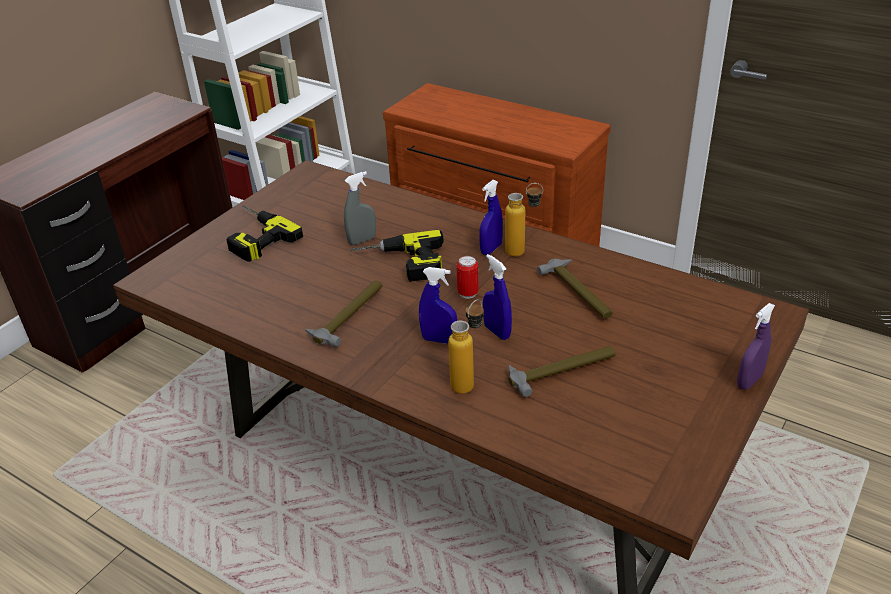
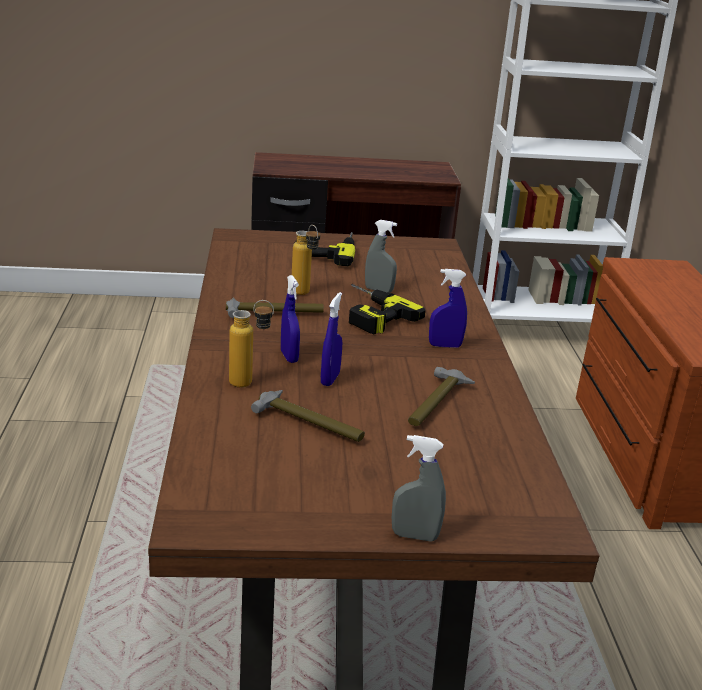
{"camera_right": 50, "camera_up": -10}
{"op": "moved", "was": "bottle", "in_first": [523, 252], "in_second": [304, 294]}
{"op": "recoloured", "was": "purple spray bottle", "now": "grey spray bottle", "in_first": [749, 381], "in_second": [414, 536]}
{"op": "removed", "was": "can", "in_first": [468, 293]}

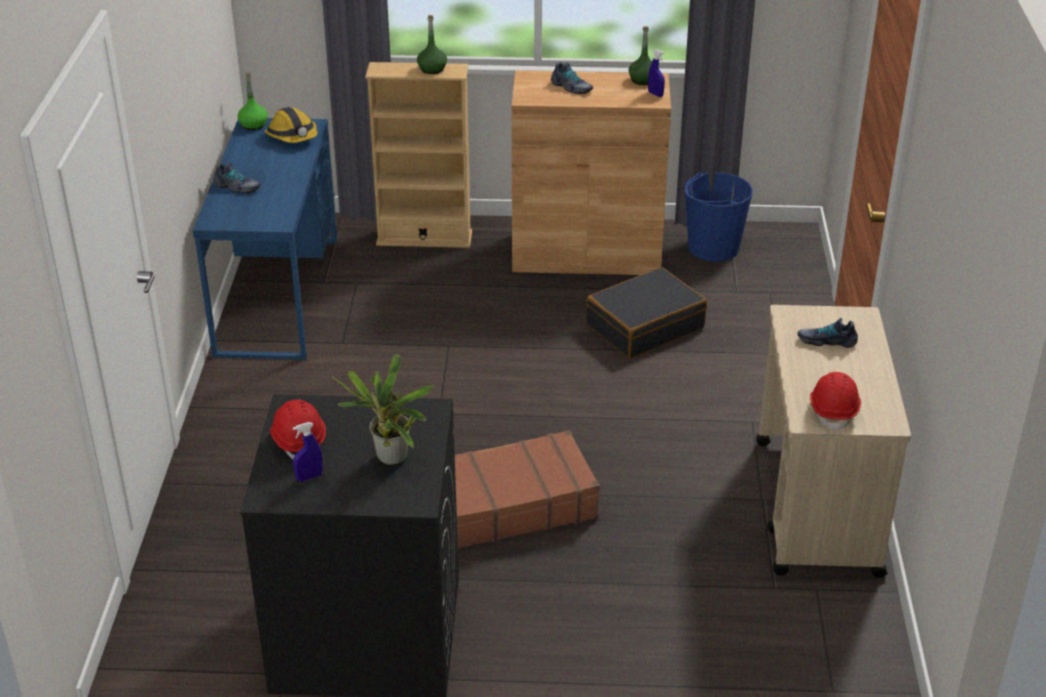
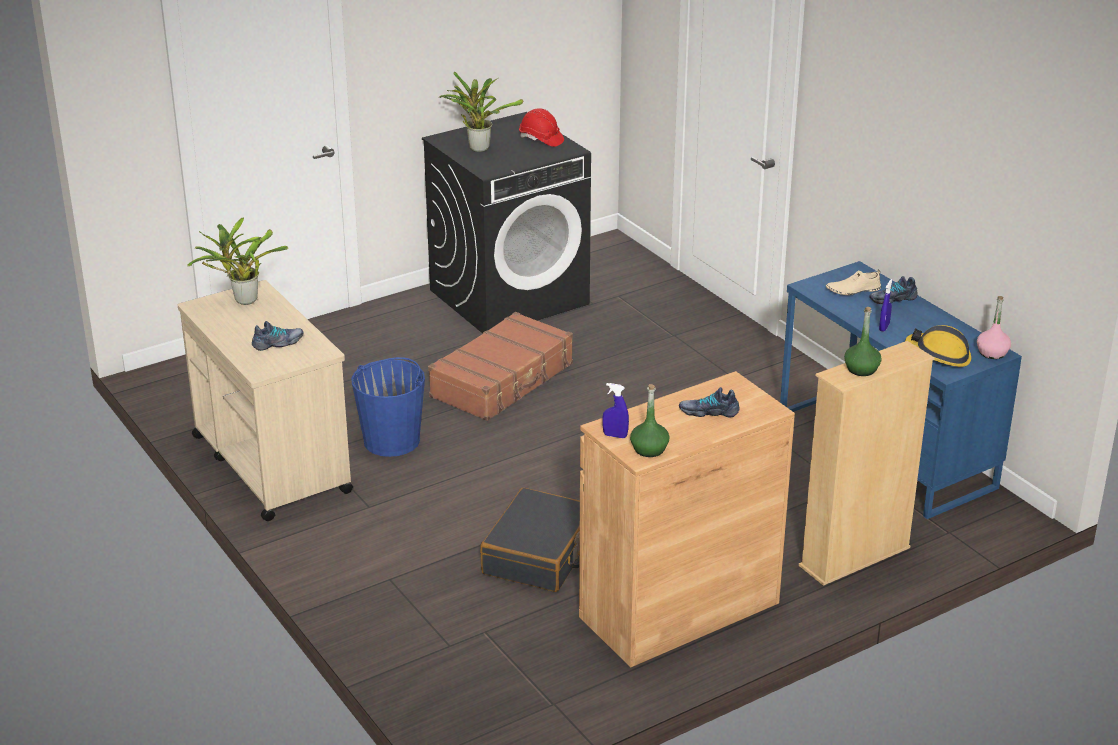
{"camera_right": 145, "camera_up": -5}
{"op": "replaced", "was": "red hard hat", "now": "potted plant", "in_first": [833, 410], "in_second": [242, 300]}
{"op": "moved", "was": "blue bucket", "in_first": [713, 247], "in_second": [392, 440]}
{"op": "added", "now": "beige shoe", "in_second": [853, 290]}
{"op": "moved", "was": "blue spray bottle", "in_first": [309, 477], "in_second": [884, 327]}
{"op": "recoloured", "was": "green bottle", "now": "pink bottle", "in_first": [253, 125], "in_second": [992, 353]}

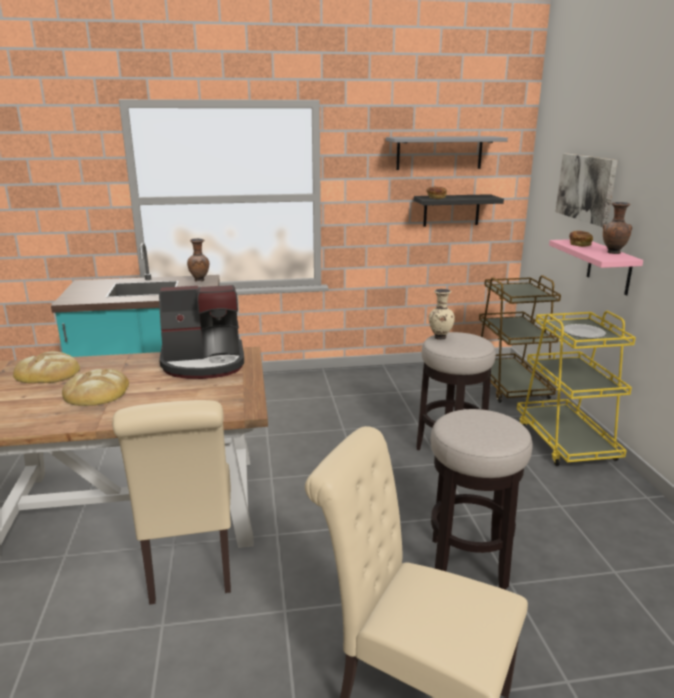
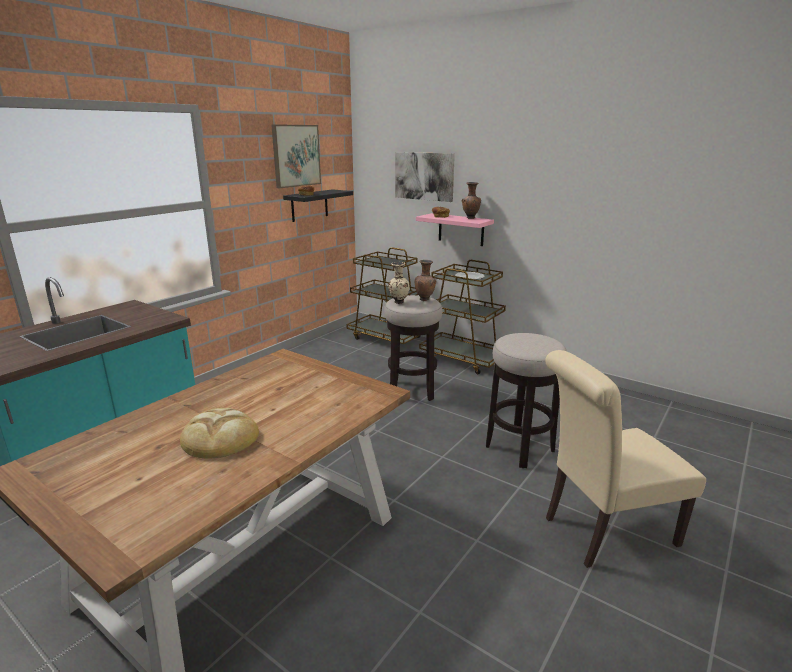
{"camera_right": -45, "camera_up": 0}
{"op": "replaced", "was": "grey shelf", "now": "picture", "in_first": [439, 153], "in_second": [296, 155]}
{"op": "moved", "was": "brown vase", "in_first": [200, 280], "in_second": [425, 299]}
{"op": "recoloured", "was": "yellow cart", "now": "brown cart", "in_first": [565, 442], "in_second": [463, 359]}
{"op": "removed", "was": "bread", "in_first": [48, 373]}
{"op": "removed", "was": "beige chair", "in_first": [191, 564]}
{"op": "removed", "was": "coffee machine", "in_first": [204, 363]}

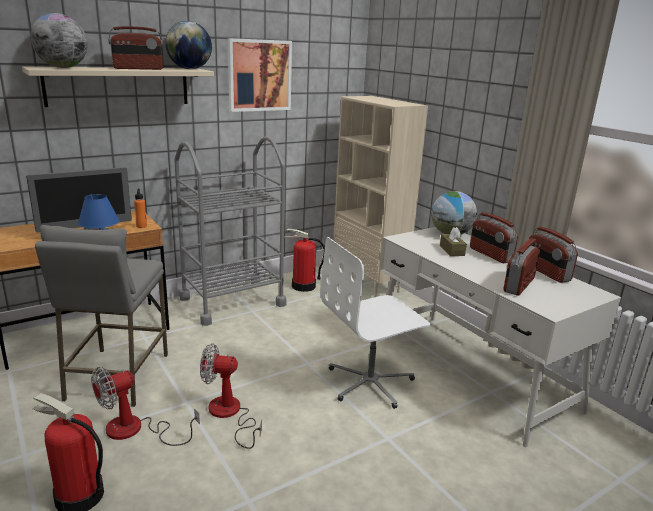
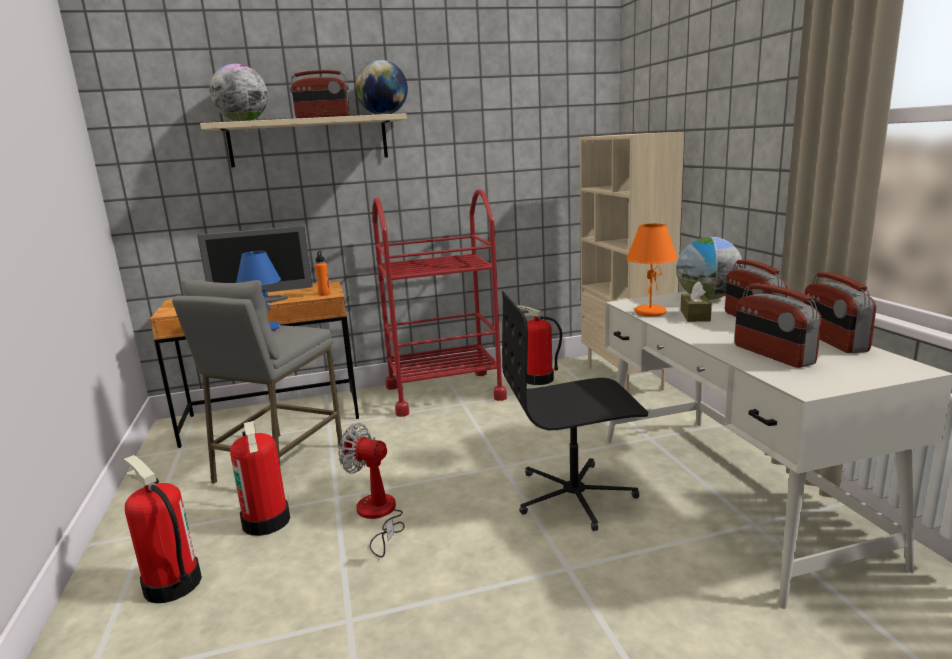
{"camera_right": 20, "camera_up": -5}
{"op": "replaced", "was": "fan", "now": "fire extinguisher", "in_first": [136, 430], "in_second": [267, 521]}
{"op": "recoloured", "was": "grey cart", "now": "red cart", "in_first": [232, 301], "in_second": [444, 392]}
{"op": "recoloured", "was": "white office chair", "now": "black office chair", "in_first": [370, 382], "in_second": [575, 495]}
{"op": "added", "now": "orange table lamp", "in_second": [650, 312]}
{"op": "turned", "was": "radio", "in_first": [518, 285], "in_second": [772, 355], "clockwise": -75}
{"op": "removed", "was": "picture", "in_first": [259, 75]}

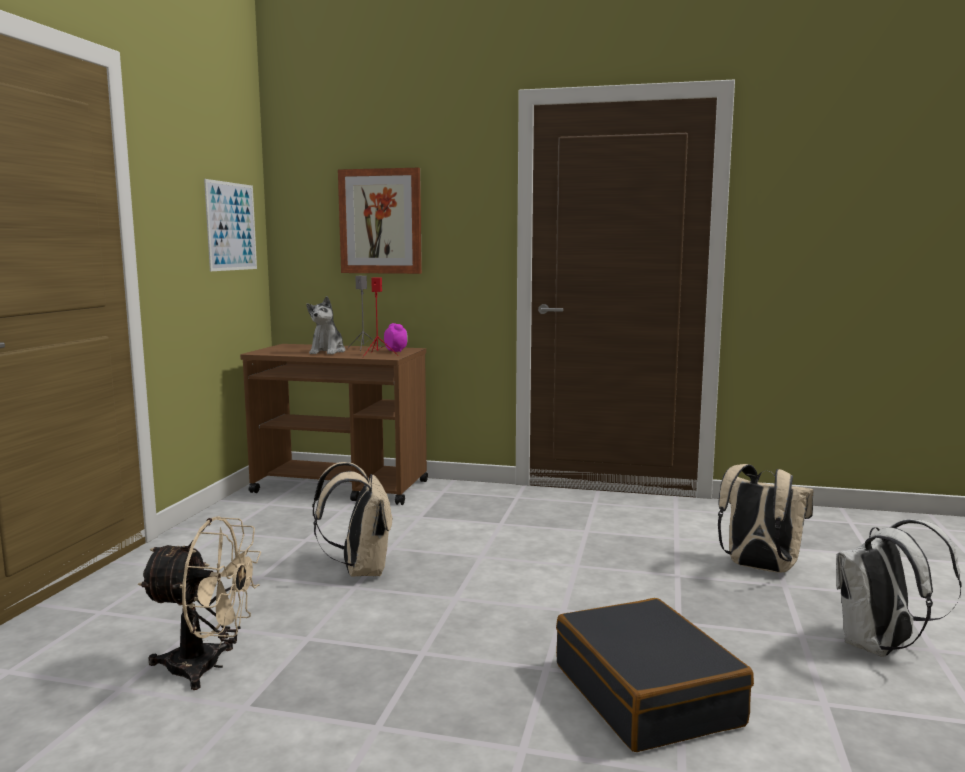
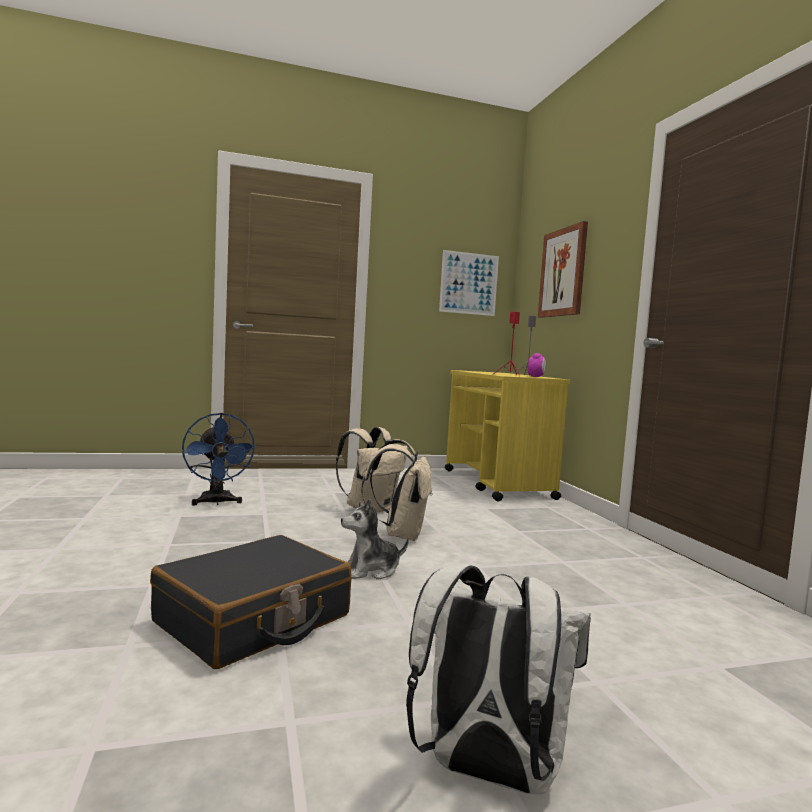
{"camera_right": 60, "camera_up": -5}
{"op": "recoloured", "was": "beige fan", "now": "blue fan", "in_first": [207, 667], "in_second": [216, 502]}
{"op": "moved", "was": "plush toy", "in_first": [327, 352], "in_second": [371, 570]}
{"op": "moved", "was": "beige backpack", "in_first": [758, 568], "in_second": [400, 534]}
{"op": "recoloured", "was": "brown cart", "now": "yellow cart", "in_first": [342, 487], "in_second": [497, 484]}

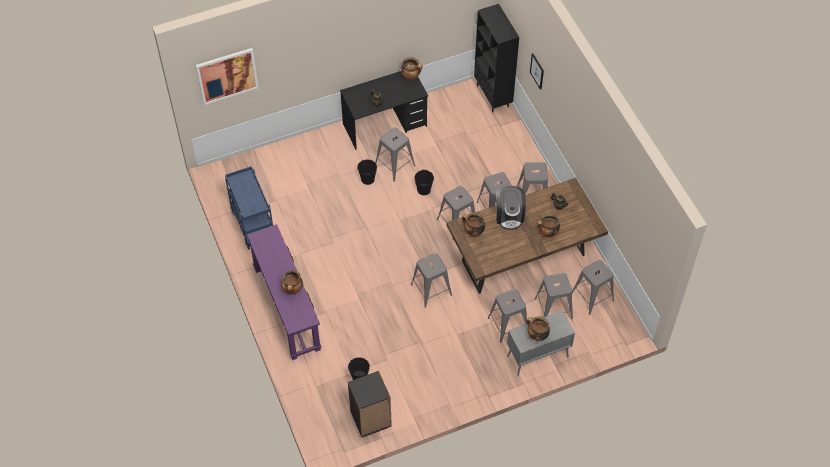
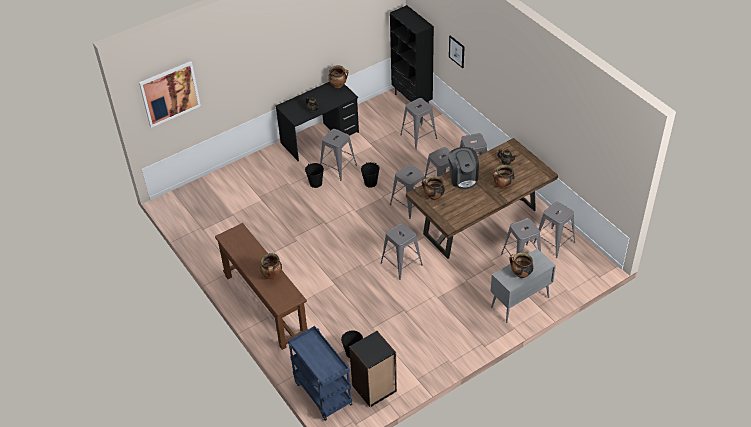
{"camera_right": -10, "camera_up": -10}
{"op": "recoloured", "was": "purple console table", "now": "brown console table", "in_first": [287, 308], "in_second": [265, 305]}
{"op": "moved", "was": "blue cart", "in_first": [252, 225], "in_second": [322, 393]}
{"op": "moved", "was": "grey stool", "in_first": [508, 325], "in_second": [418, 136]}

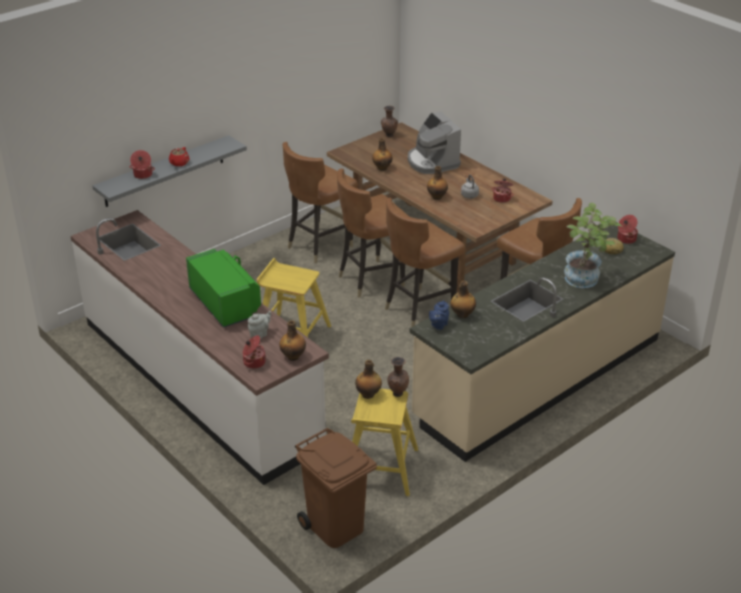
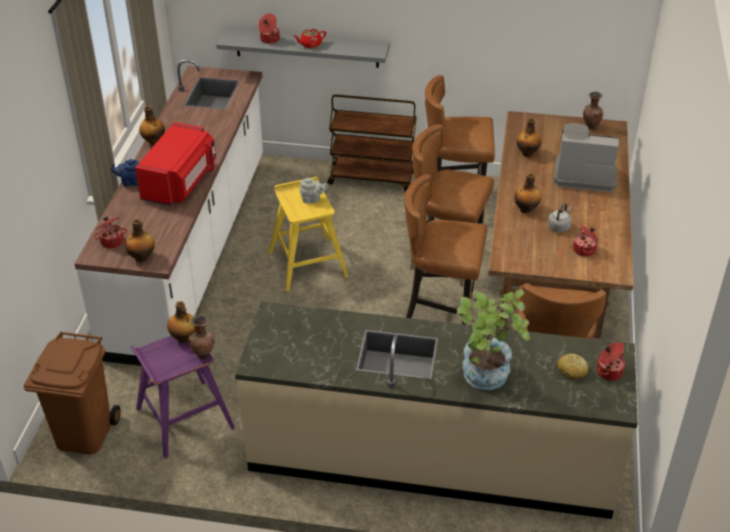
{"camera_right": 50, "camera_up": 5}
{"op": "moved", "was": "blue teapot", "in_first": [438, 325], "in_second": [130, 182]}
{"op": "recoloured", "was": "yellow stool", "now": "purple stool", "in_first": [379, 469], "in_second": [183, 418]}
{"op": "recoloured", "was": "green microwave", "now": "red microwave", "in_first": [226, 303], "in_second": [180, 183]}
{"op": "moved", "was": "bottle", "in_first": [462, 315], "in_second": [154, 141]}
{"op": "moved", "was": "grey teapot", "in_first": [260, 334], "in_second": [312, 200]}
{"op": "added", "now": "brown cart", "in_second": [372, 178]}
{"op": "turned", "was": "coffee machine", "in_first": [432, 162], "in_second": [583, 175], "clockwise": 75}

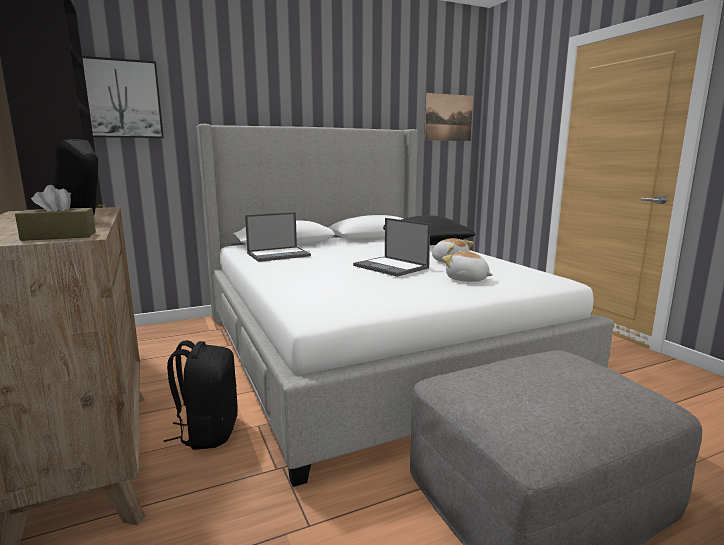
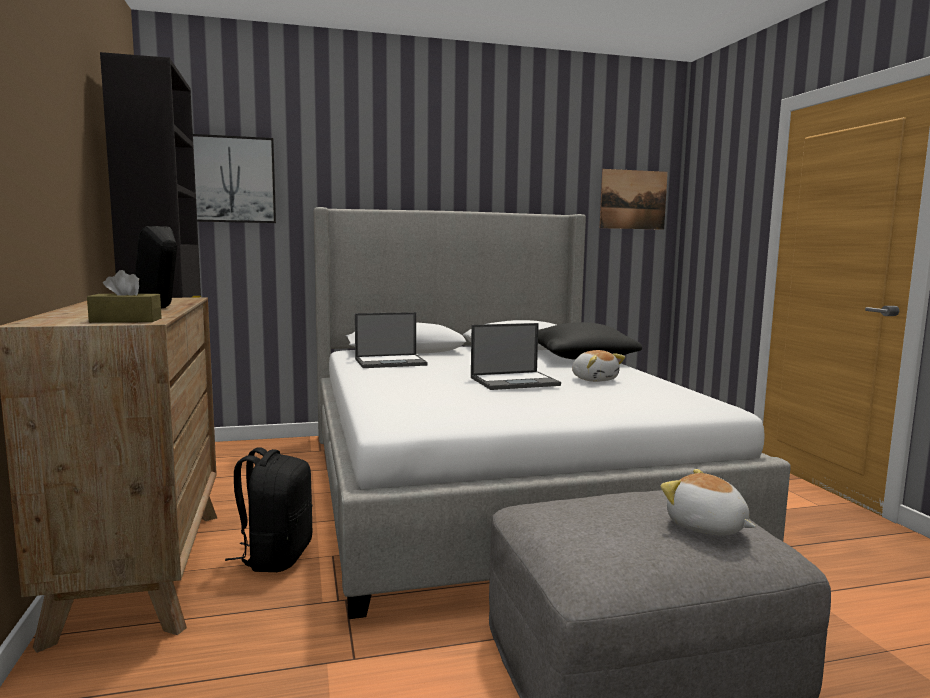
{"camera_right": 10, "camera_up": -5}
{"op": "turned", "was": "laptop", "in_first": [391, 267], "in_second": [515, 381], "clockwise": -75}
{"op": "moved", "was": "plush toy", "in_first": [466, 279], "in_second": [706, 527]}

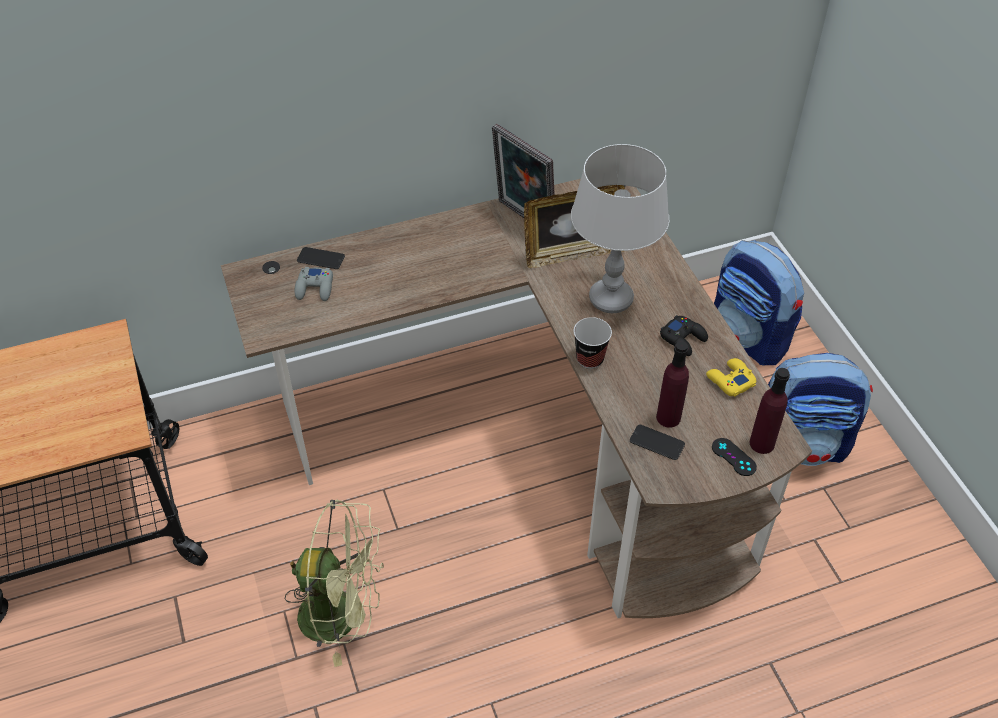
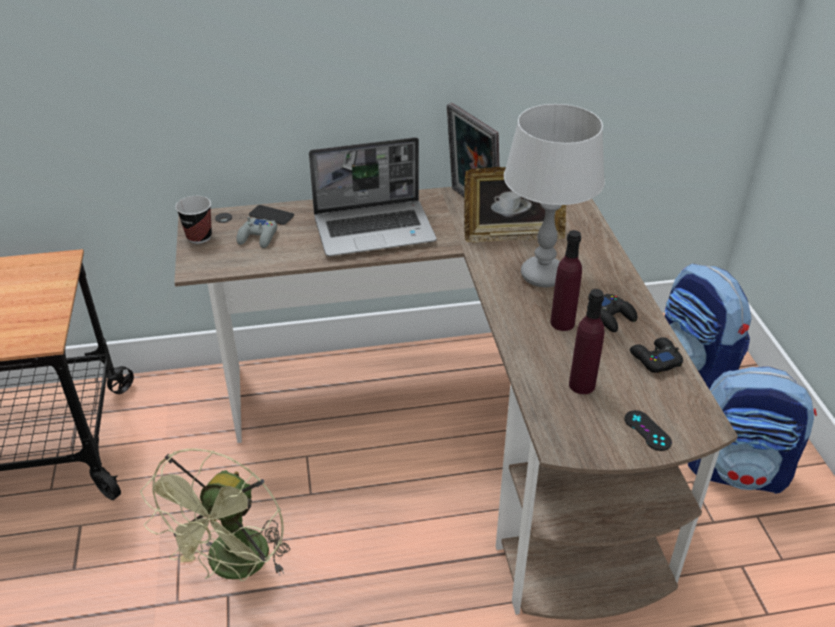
{"camera_right": 10, "camera_up": -10}
{"op": "turned", "was": "green fan", "in_first": [342, 615], "in_second": [234, 567], "clockwise": 90}
{"op": "moved", "was": "cup", "in_first": [590, 359], "in_second": [199, 237]}
{"op": "added", "now": "laptop", "in_second": [375, 229]}
{"op": "moved", "was": "purple bottle", "in_first": [761, 443], "in_second": [562, 323]}
{"op": "recoloured", "was": "yellow game controller", "now": "black game controller", "in_first": [730, 380], "in_second": [655, 359]}
{"op": "removed", "was": "phone", "in_first": [657, 443]}

